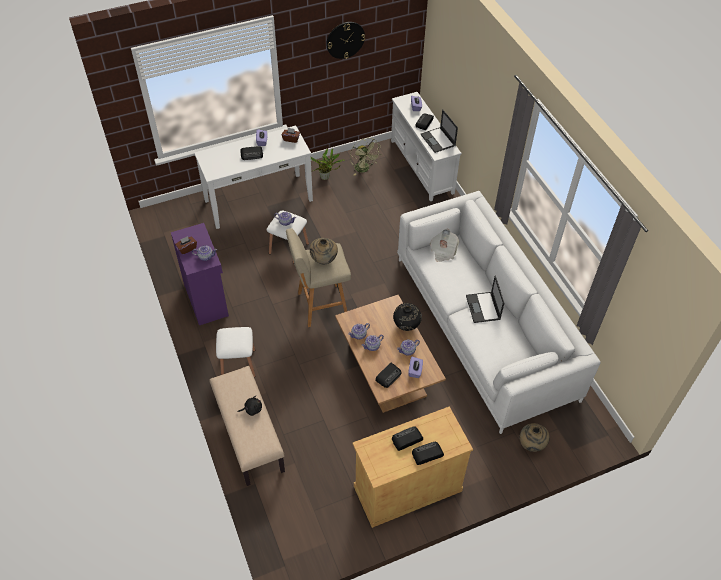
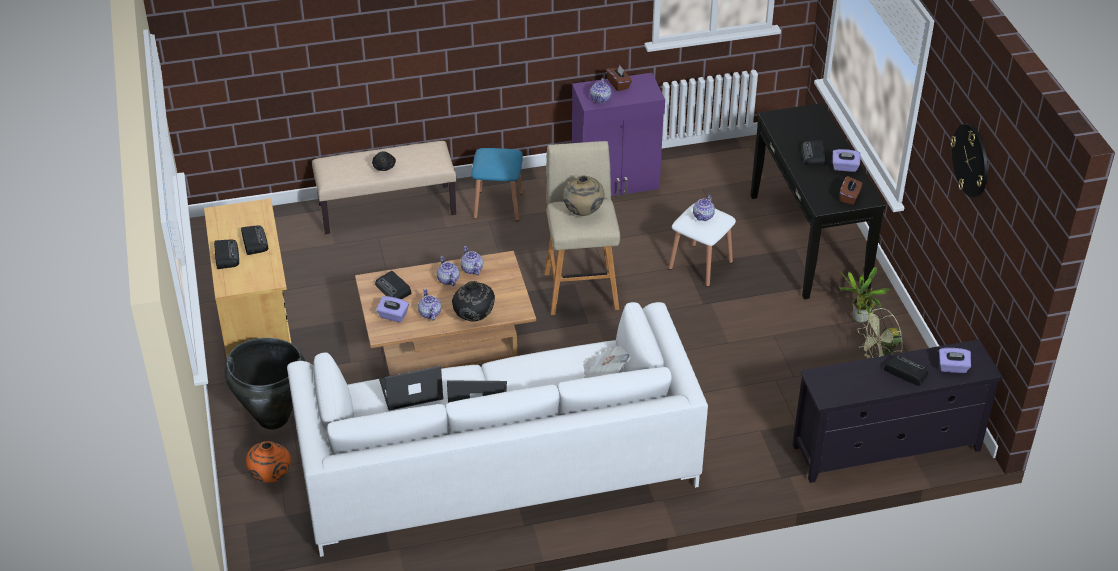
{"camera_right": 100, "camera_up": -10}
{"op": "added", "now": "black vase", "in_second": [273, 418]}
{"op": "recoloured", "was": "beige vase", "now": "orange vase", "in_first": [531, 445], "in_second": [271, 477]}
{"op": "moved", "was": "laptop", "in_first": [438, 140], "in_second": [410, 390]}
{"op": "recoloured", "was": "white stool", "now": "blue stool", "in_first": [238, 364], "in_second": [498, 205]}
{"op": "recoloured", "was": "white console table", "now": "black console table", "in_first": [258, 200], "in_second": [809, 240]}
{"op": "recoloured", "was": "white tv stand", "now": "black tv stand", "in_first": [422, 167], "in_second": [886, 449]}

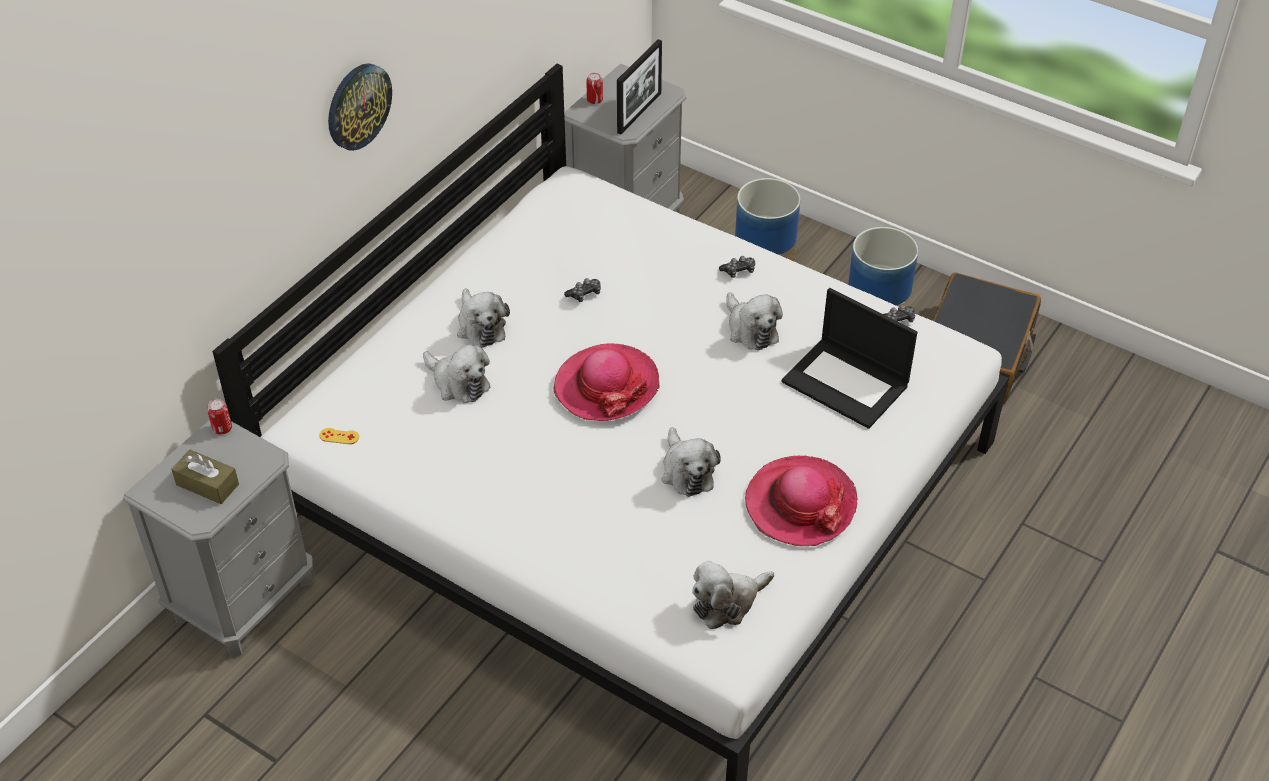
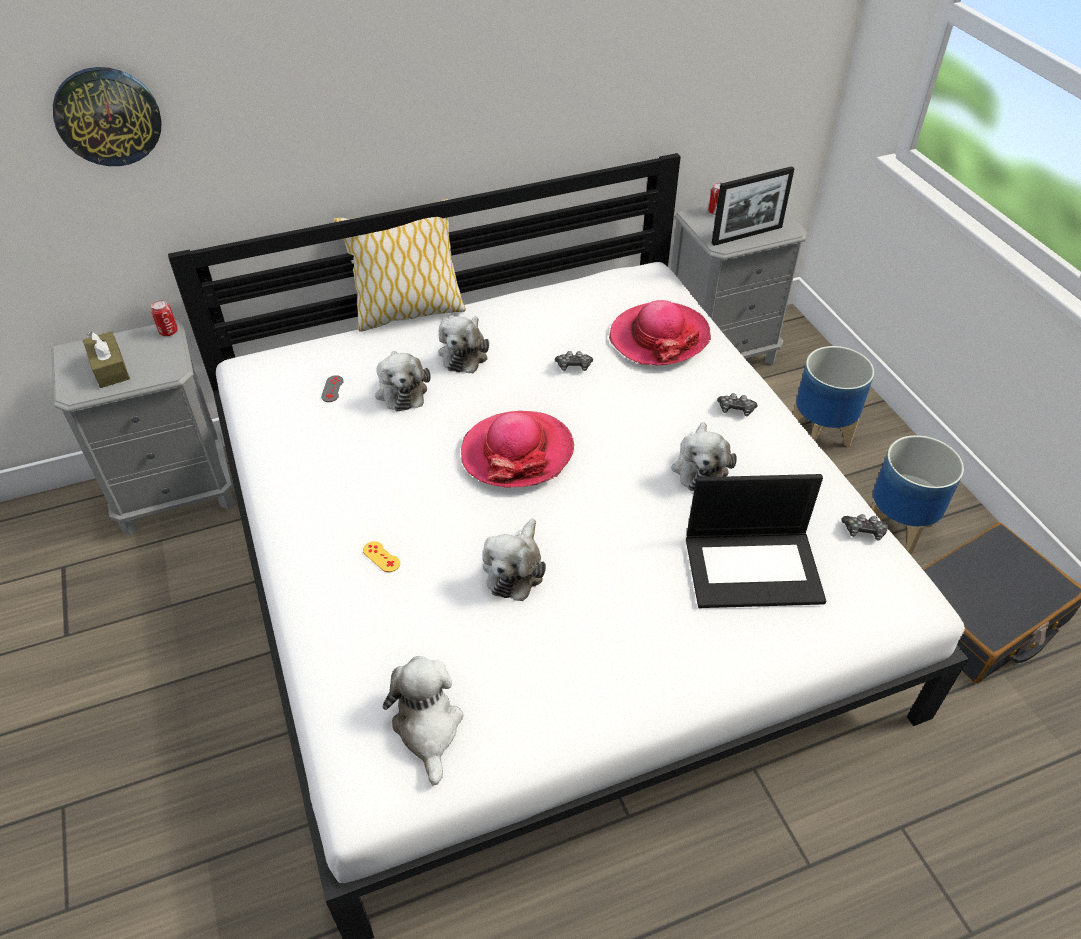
{"camera_right": 35, "camera_up": 0}
{"op": "moved", "was": "wall clock", "in_first": [358, 106], "in_second": [107, 116]}
{"op": "added", "now": "grey game controller", "in_second": [332, 389]}
{"op": "added", "now": "pillow", "in_second": [408, 312]}
{"op": "moved", "was": "yellow game controller", "in_first": [339, 436], "in_second": [381, 557]}
{"op": "turned", "was": "plush toy", "in_first": [727, 602], "in_second": [427, 728], "clockwise": 75}
{"op": "moved", "was": "hat", "in_first": [800, 504], "in_second": [659, 337]}
{"op": "turned", "was": "laptop", "in_first": [847, 383], "in_second": [754, 568], "clockwise": -75}

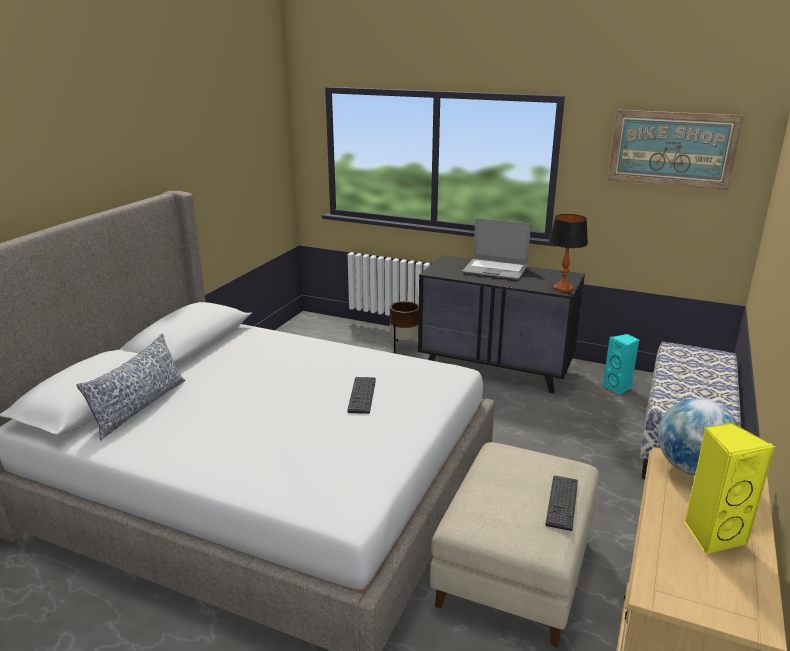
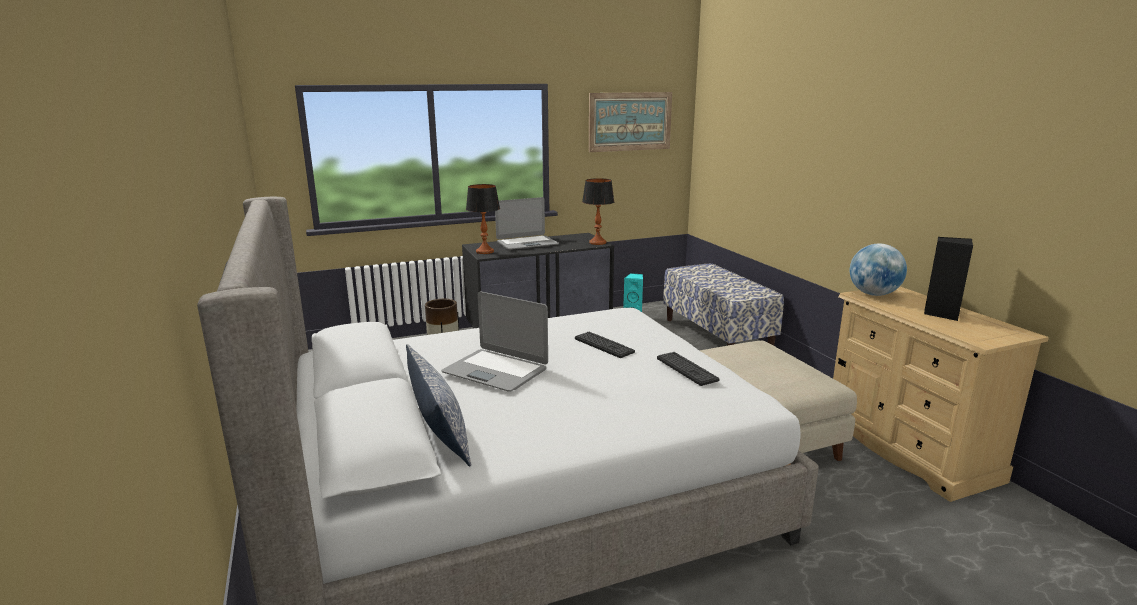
{"camera_right": -45, "camera_up": -5}
{"op": "added", "now": "laptop", "in_second": [496, 371]}
{"op": "added", "now": "table lamp", "in_second": [484, 252]}
{"op": "moved", "was": "keyboard", "in_first": [562, 503], "in_second": [686, 369]}
{"op": "recoloured", "was": "yellow speaker", "now": "black speaker", "in_first": [712, 535], "in_second": [941, 313]}

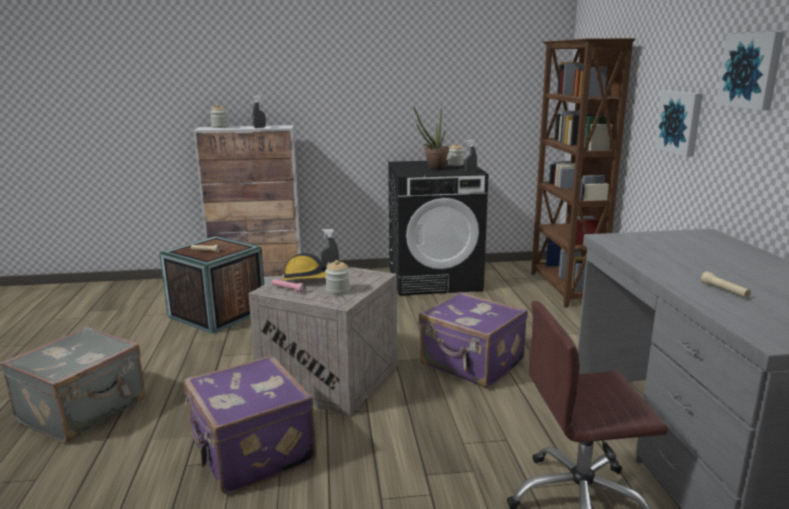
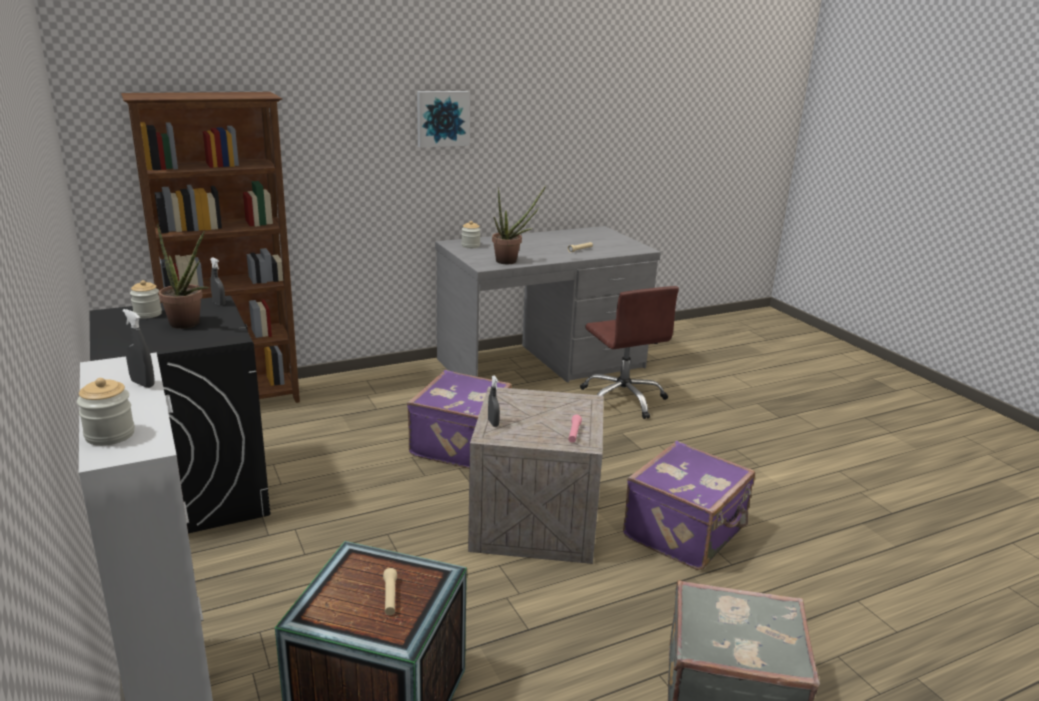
{"camera_right": -110, "camera_up": 5}
{"op": "moved", "was": "jar", "in_first": [338, 291], "in_second": [470, 246]}
{"op": "added", "now": "potted plant", "in_second": [511, 261]}
{"op": "removed", "was": "hard hat", "in_first": [308, 278]}
{"op": "removed", "was": "picture", "in_first": [680, 122]}

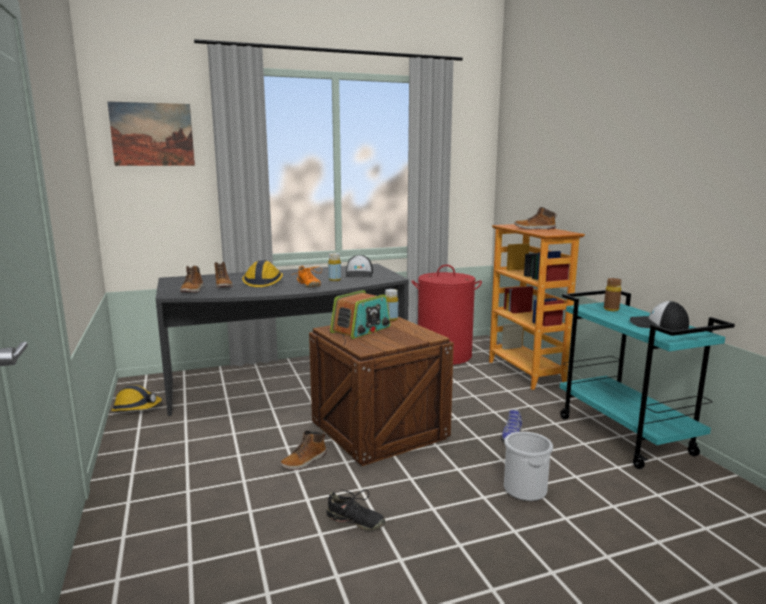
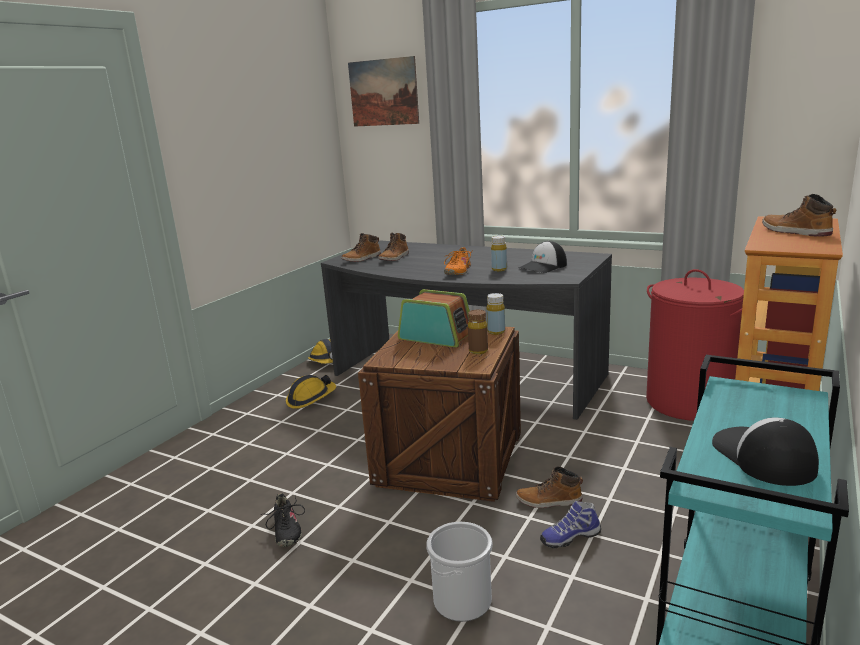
{"camera_right": 50, "camera_up": 5}
{"op": "moved", "was": "hard hat", "in_first": [263, 282], "in_second": [311, 398]}
{"op": "turned", "was": "radio", "in_first": [361, 330], "in_second": [436, 336], "clockwise": -150}
{"op": "moved", "was": "brown bottle", "in_first": [611, 309], "in_second": [478, 351]}
{"op": "moved", "was": "boot", "in_first": [304, 461], "in_second": [549, 501]}

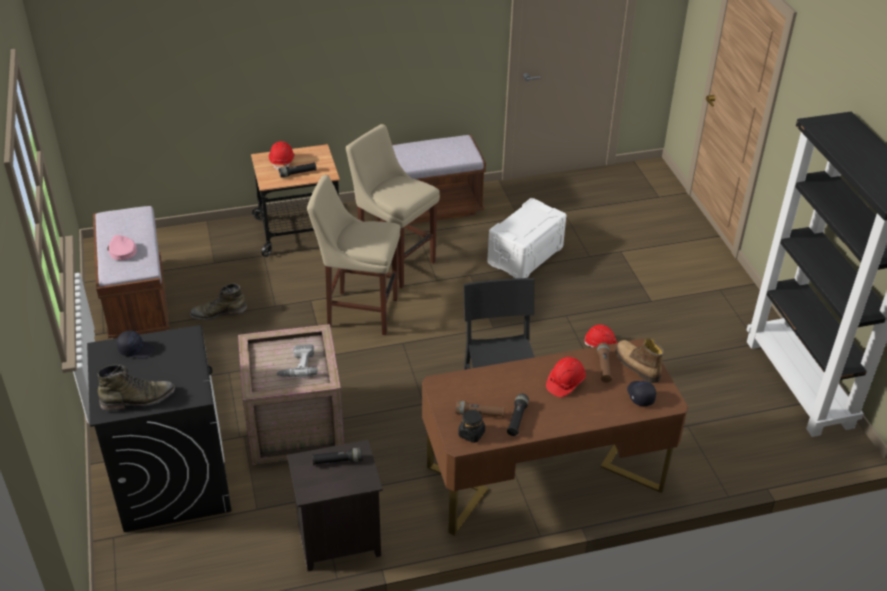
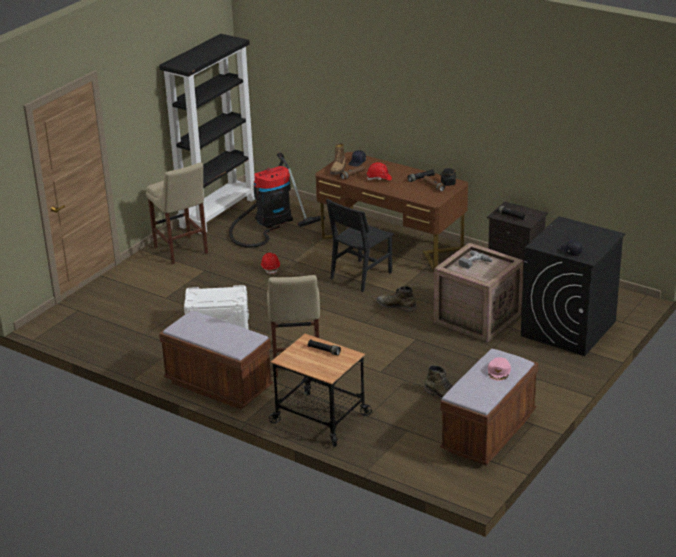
{"camera_right": -130, "camera_up": -10}
{"op": "moved", "was": "beige stool", "in_first": [359, 312], "in_second": [182, 251]}
{"op": "added", "now": "vacuum cleaner", "in_second": [270, 221]}
{"op": "moved", "was": "green boot", "in_first": [138, 399], "in_second": [396, 306]}
{"op": "removed", "was": "red hard hat", "in_first": [282, 161]}

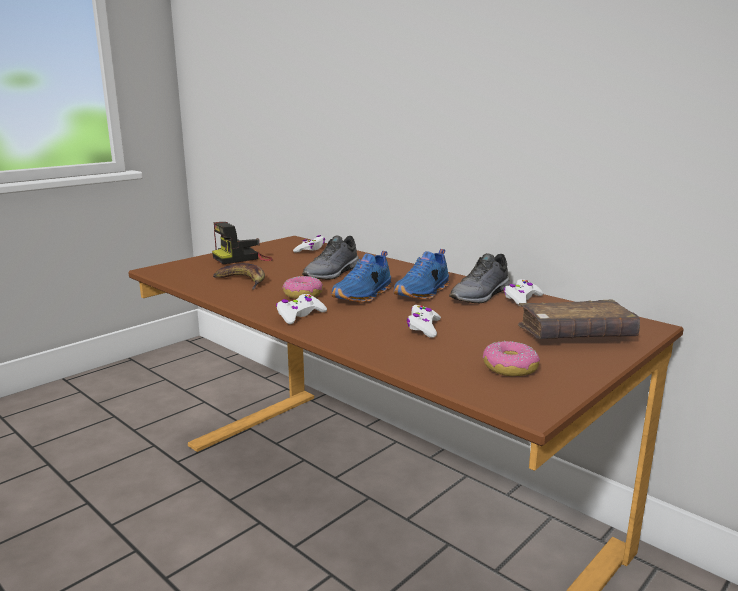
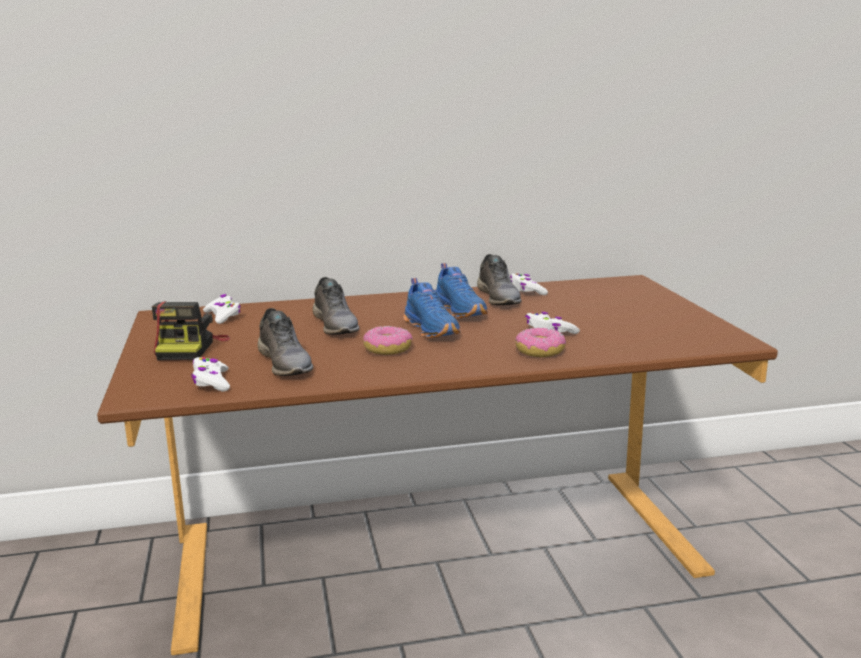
{"camera_right": -55, "camera_up": 0}
{"op": "moved", "was": "white game controller", "in_first": [300, 315], "in_second": [211, 382]}
{"op": "replaced", "was": "banana", "now": "grey shoe", "in_first": [242, 281], "in_second": [286, 363]}
{"op": "moved", "was": "donut", "in_first": [509, 368], "in_second": [540, 351]}
{"op": "removed", "was": "brown book", "in_first": [575, 335]}

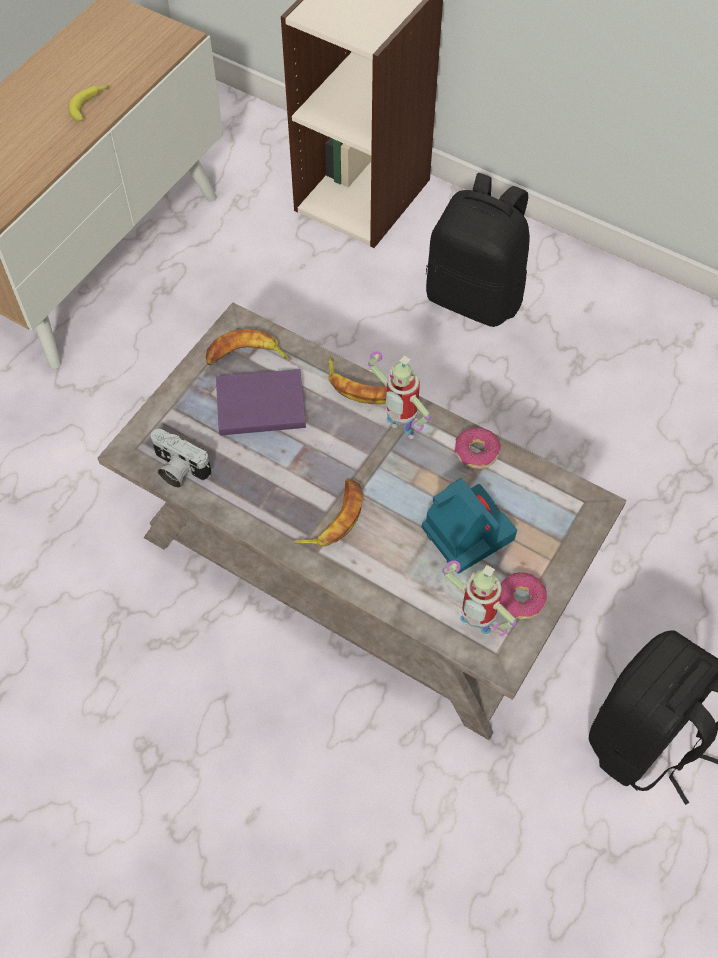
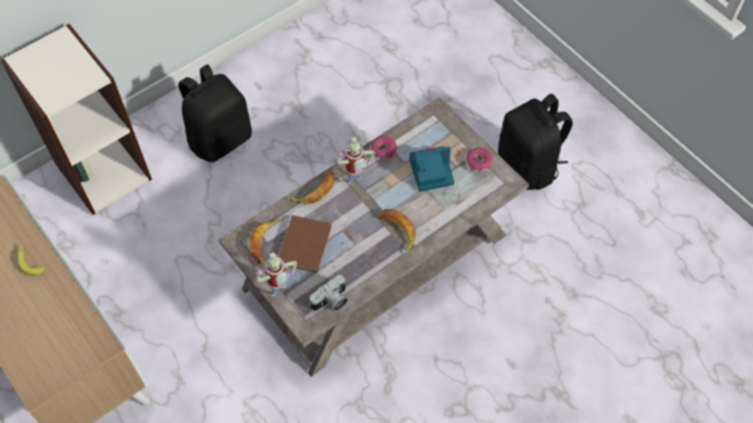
{"camera_right": -70, "camera_up": 0}
{"op": "moved", "was": "toy robot", "in_first": [473, 629], "in_second": [279, 292]}
{"op": "recoloured", "was": "purple book", "now": "brown book", "in_first": [258, 404], "in_second": [303, 246]}

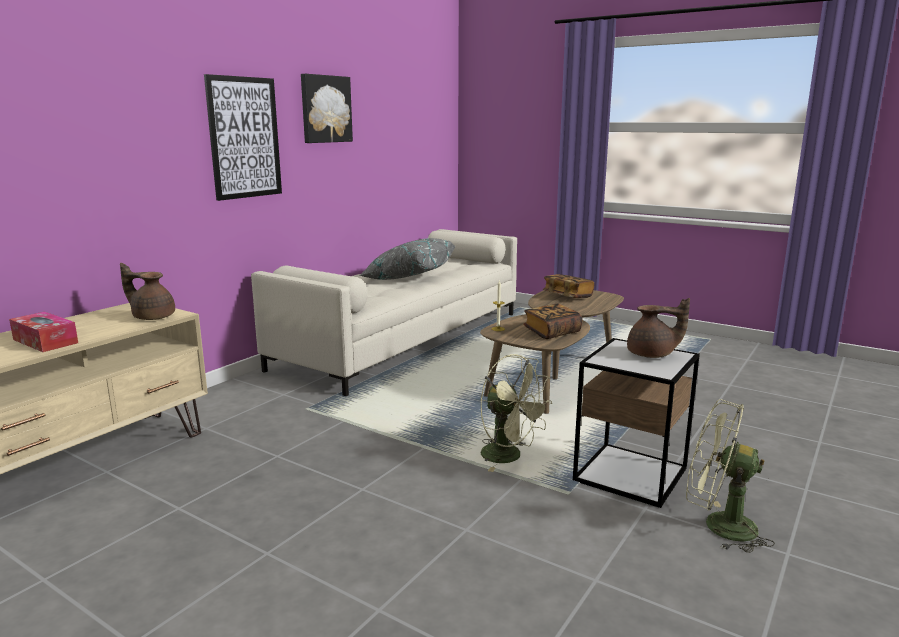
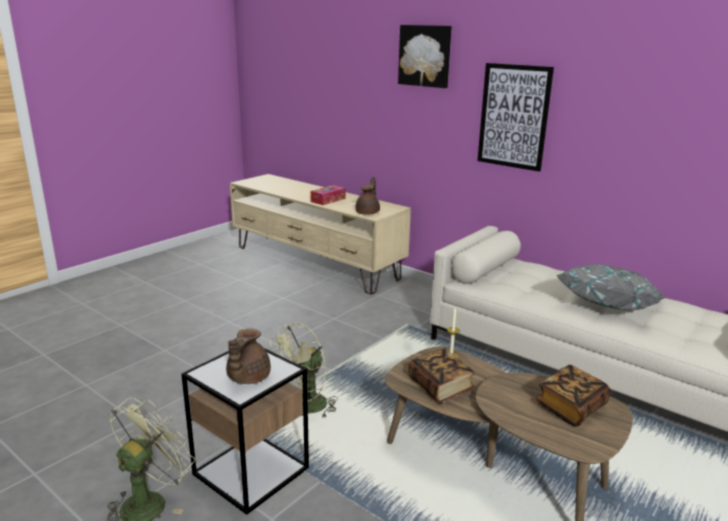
{"camera_right": 95, "camera_up": 5}
{"op": "moved", "was": "picture", "in_first": [325, 109], "in_second": [425, 56]}

